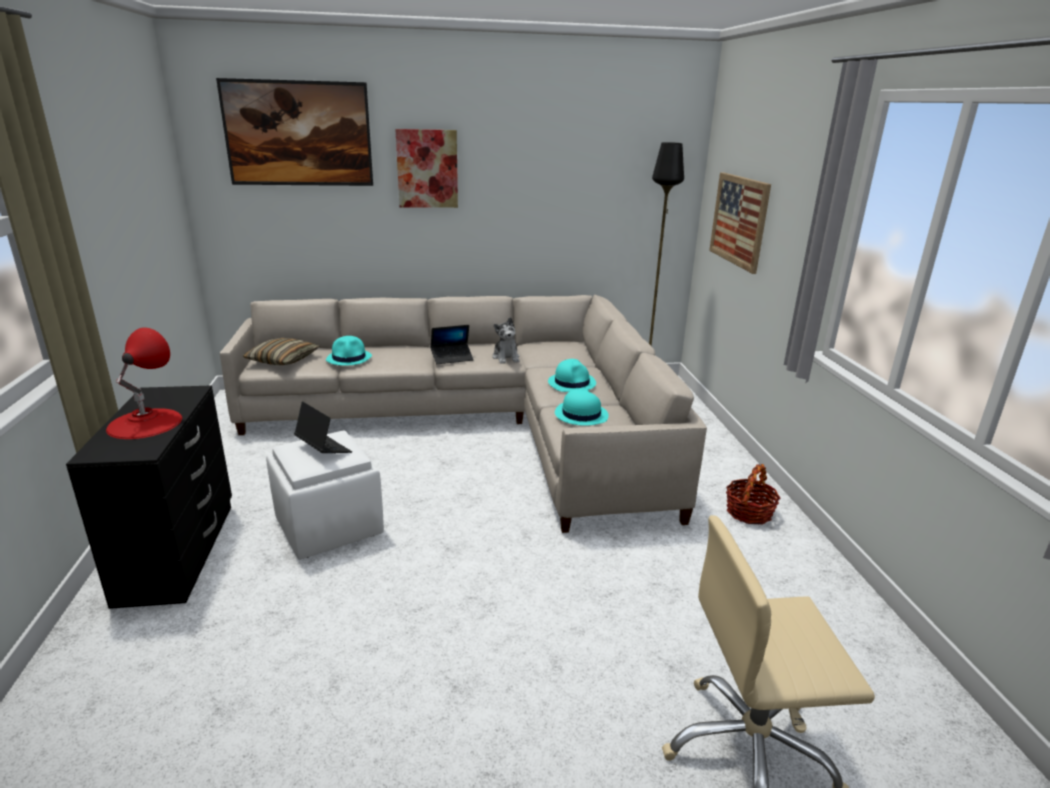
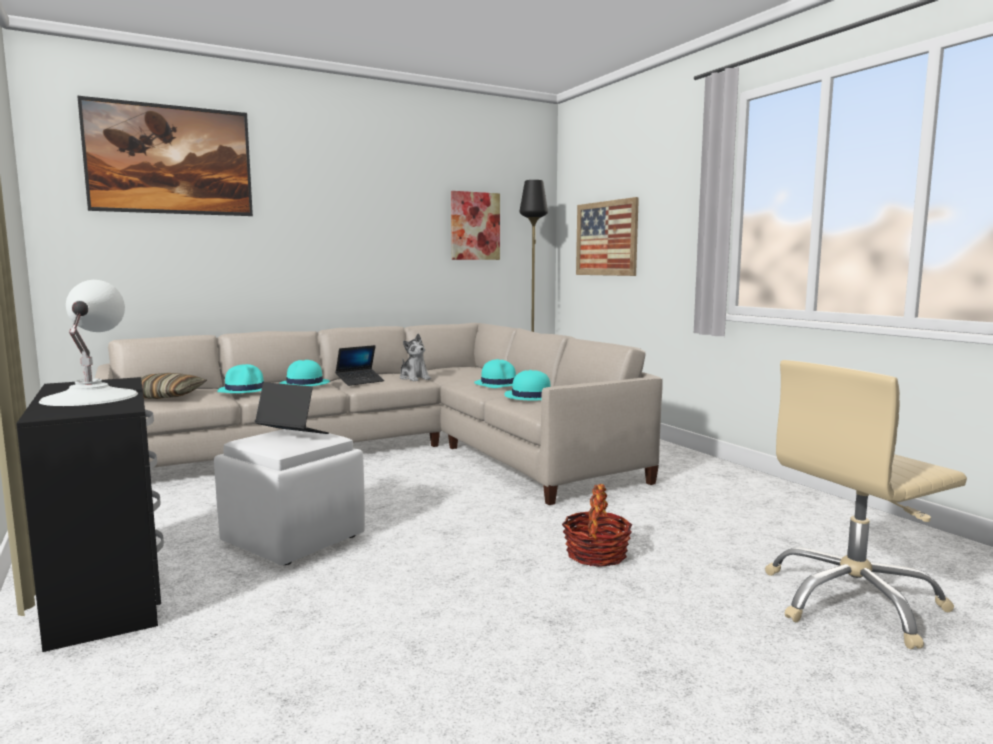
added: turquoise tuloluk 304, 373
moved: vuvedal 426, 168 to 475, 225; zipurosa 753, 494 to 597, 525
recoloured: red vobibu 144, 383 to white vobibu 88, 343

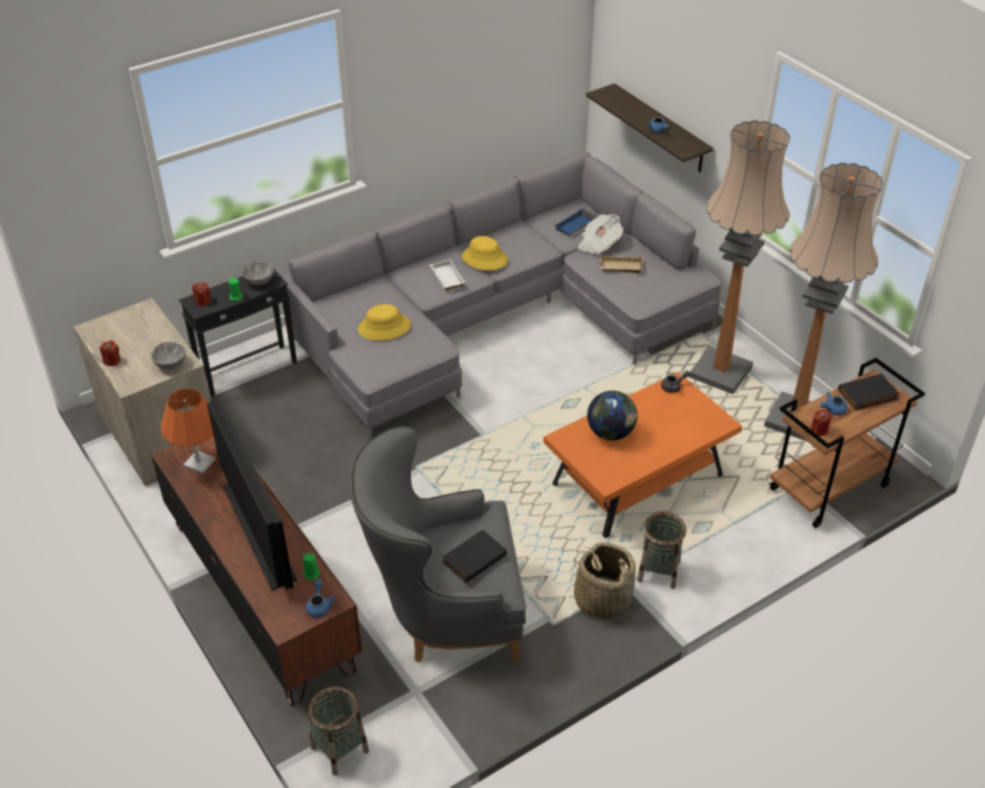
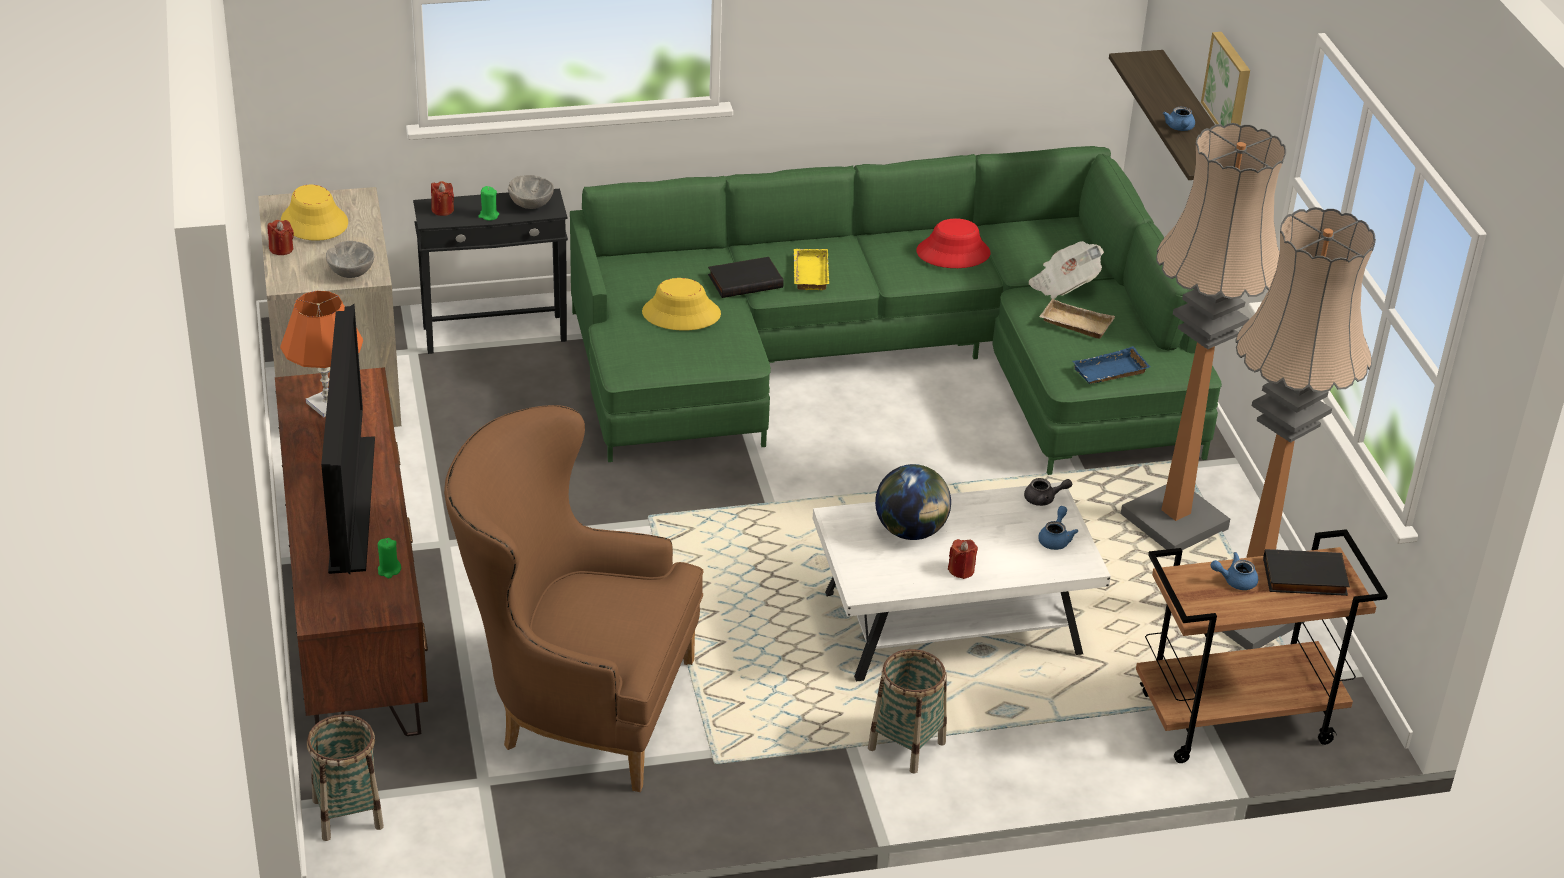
removed: zipurosa 604, 580
added: vuvedal 1225, 79; red tuloluk 953, 243
moved: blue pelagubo 576, 222 to 1111, 365; yellow tuloluk 485, 253 to 314, 213; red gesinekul 821, 422 to 963, 559; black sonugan 474, 556 to 746, 277; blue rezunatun 320, 598 to 1058, 528
recoloured: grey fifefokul 502, 295 to green fifefokul 896, 310; white pelagubo 447, 275 to yellow pelagubo 811, 269; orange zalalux 642, 455 to white zalalux 962, 582; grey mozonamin 438, 544 to brown mozonamin 574, 598

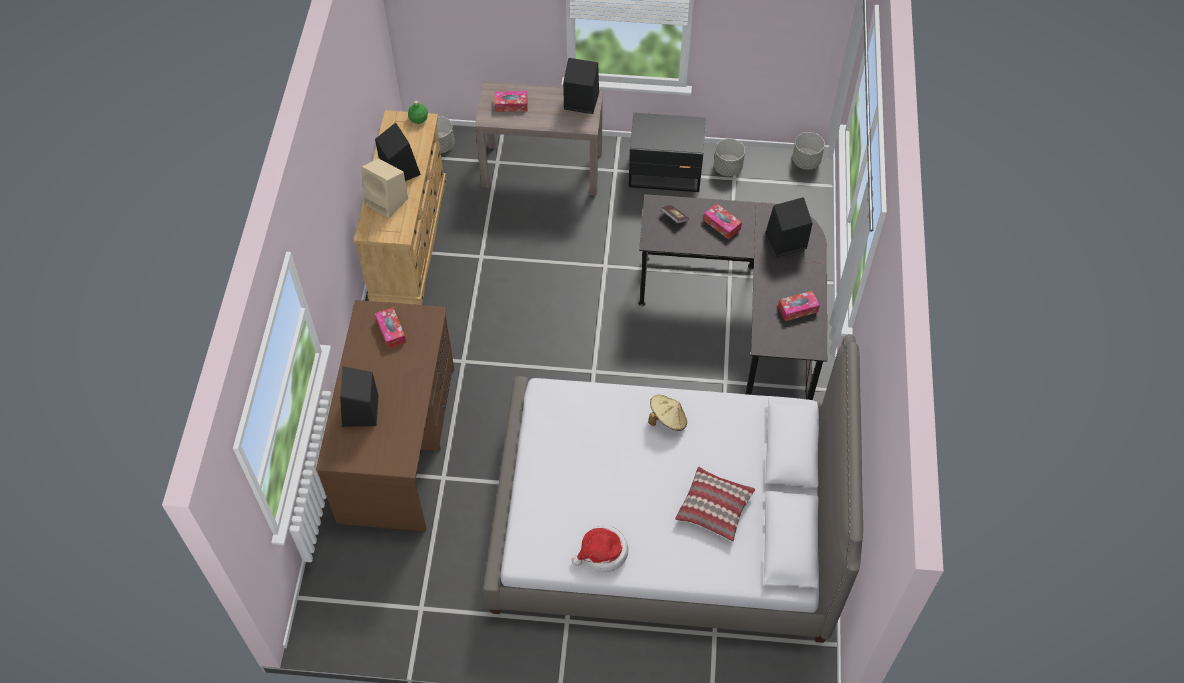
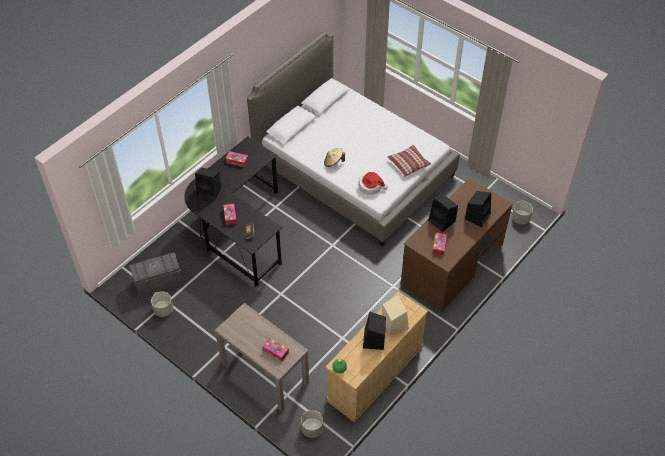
removed: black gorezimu 667, 152
added: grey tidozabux 156, 274
moved: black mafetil 581, 86 to 443, 213; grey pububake 808, 151 to 522, 212; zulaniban 715, 504 to 409, 161; tuloluk 600, 548 to 373, 183

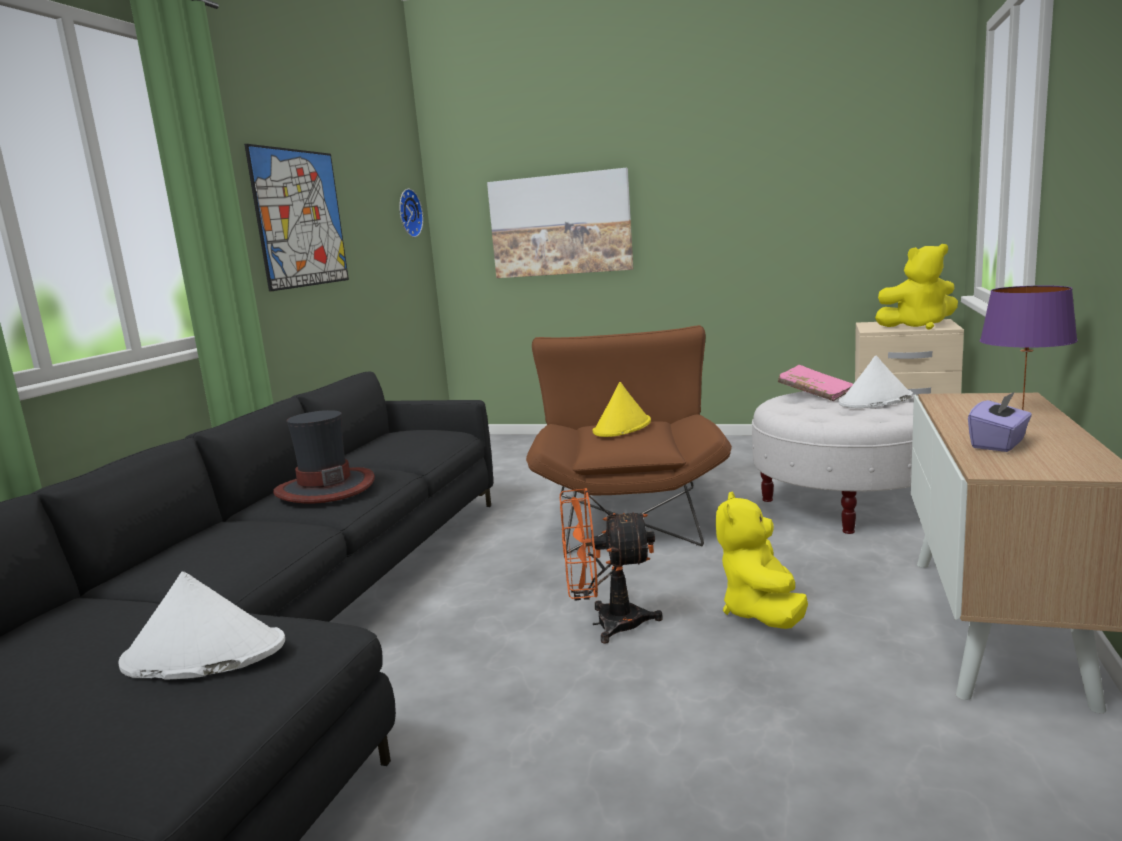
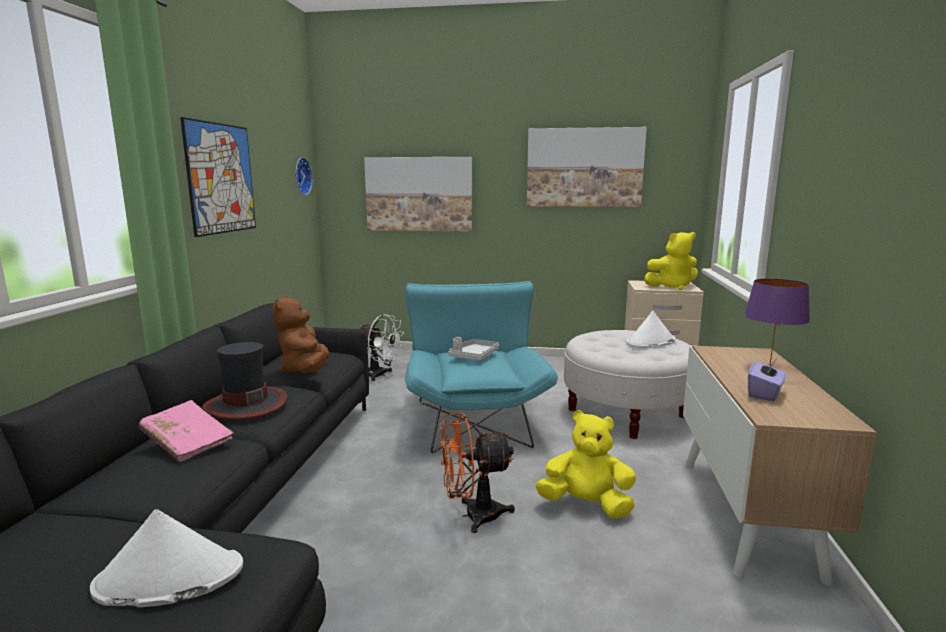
added: vuvedal 587, 167; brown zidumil 300, 334; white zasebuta 382, 347
moved: pink sonugan 815, 383 to 186, 431
replaced: yellow tuloluk 621, 409 to grey pelagubo 474, 348
recoloured: brown mozonamin 629, 439 to turquoise mozonamin 481, 367
turned: yellow zidumil 762, 560 = 585, 464 105 degrees clockwise

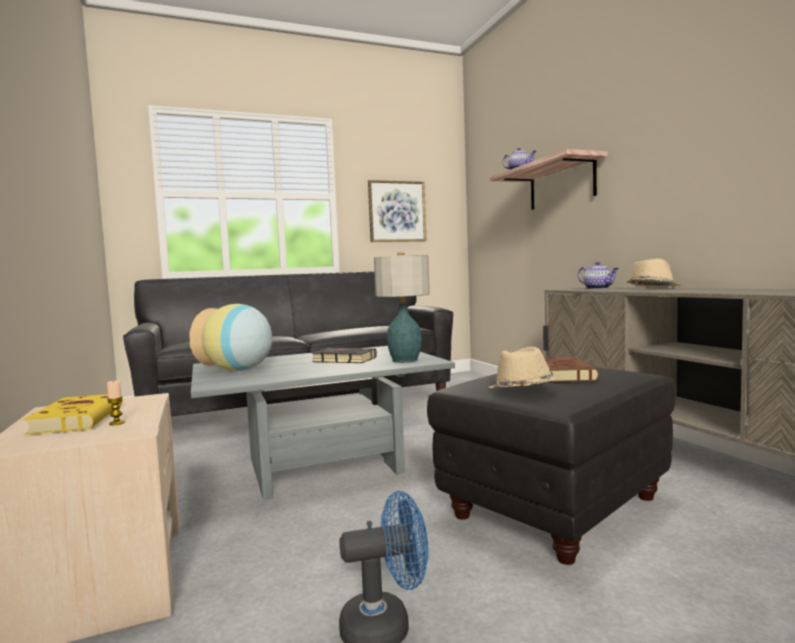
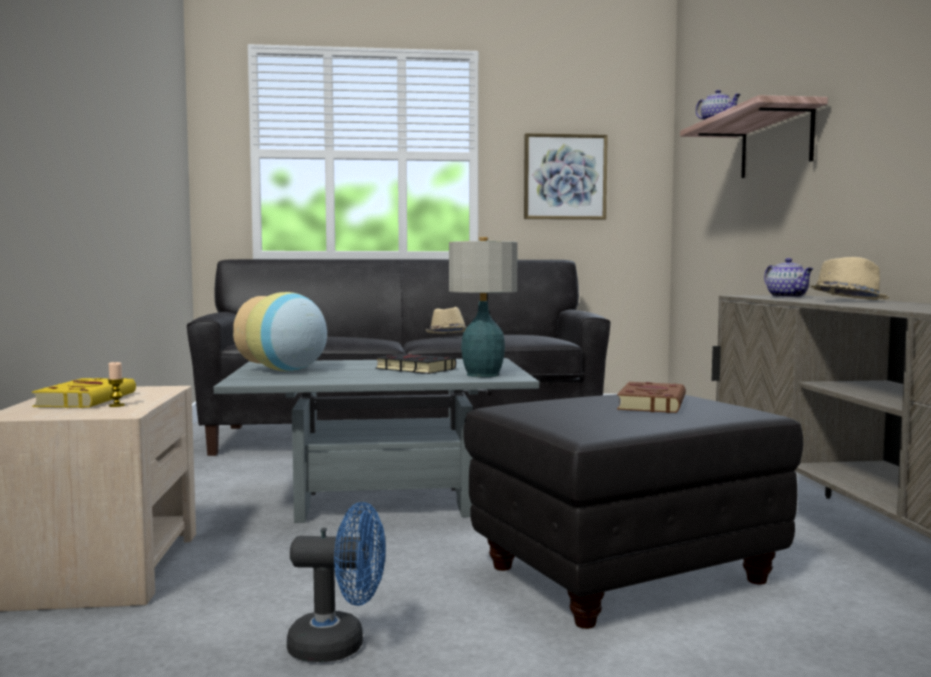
moved: beige tuloluk 523, 368 to 446, 320

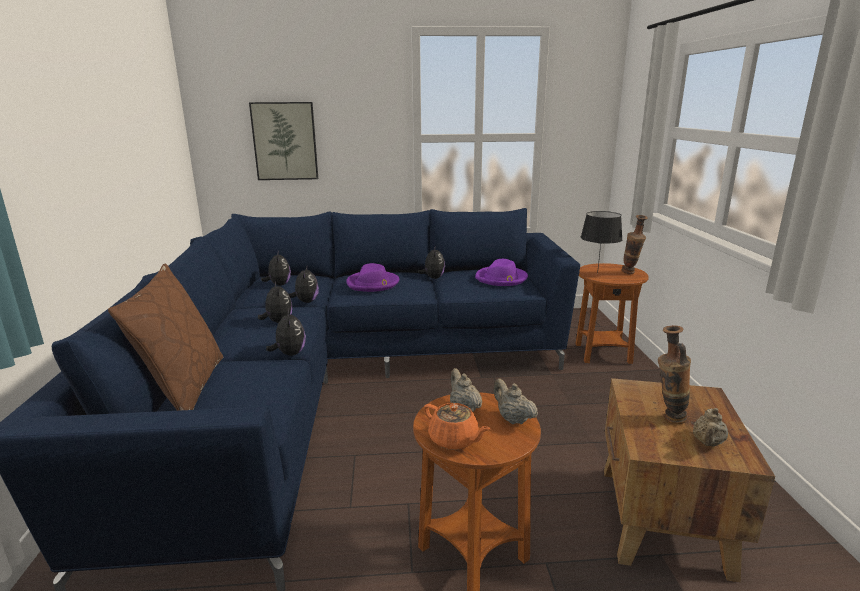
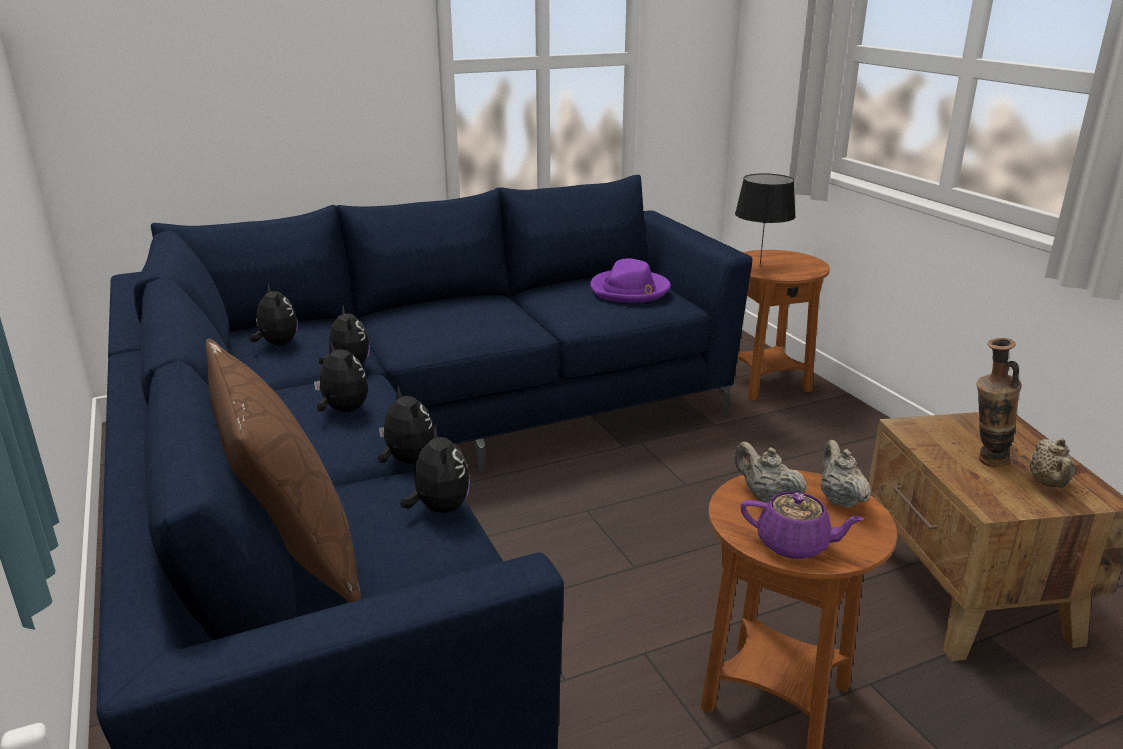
removed: vuvedal 283, 141; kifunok 635, 244; purple tuloluk 372, 277
moved: zidumil 431, 262 to 435, 469
recoloured: orange rezunatun 457, 426 to purple rezunatun 802, 525
turned: beige rezunatun 515, 401 = 846, 474 45 degrees clockwise

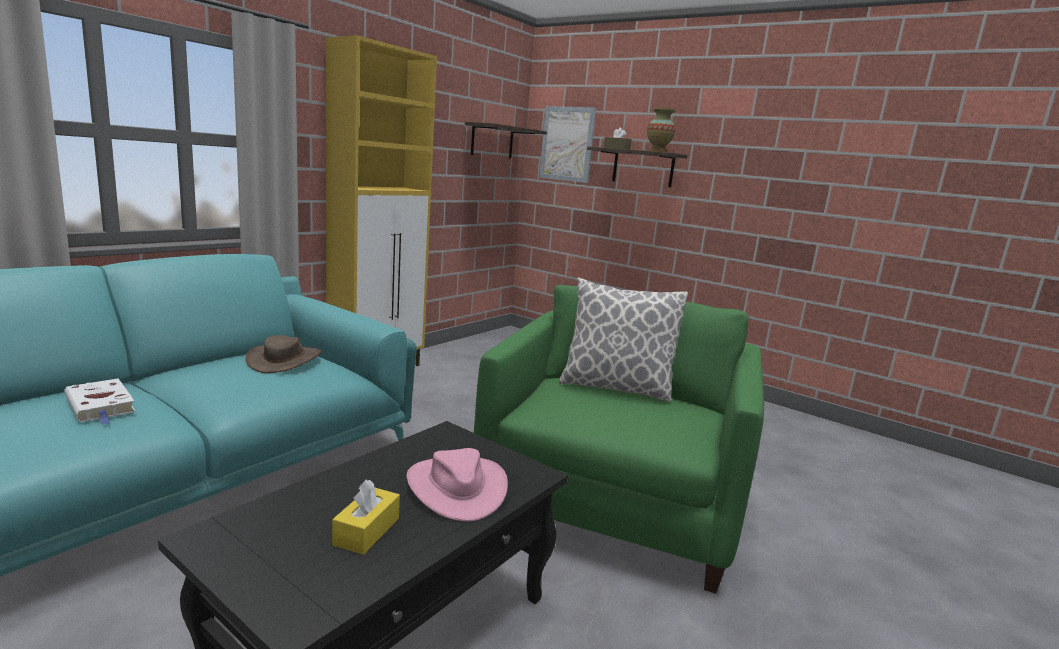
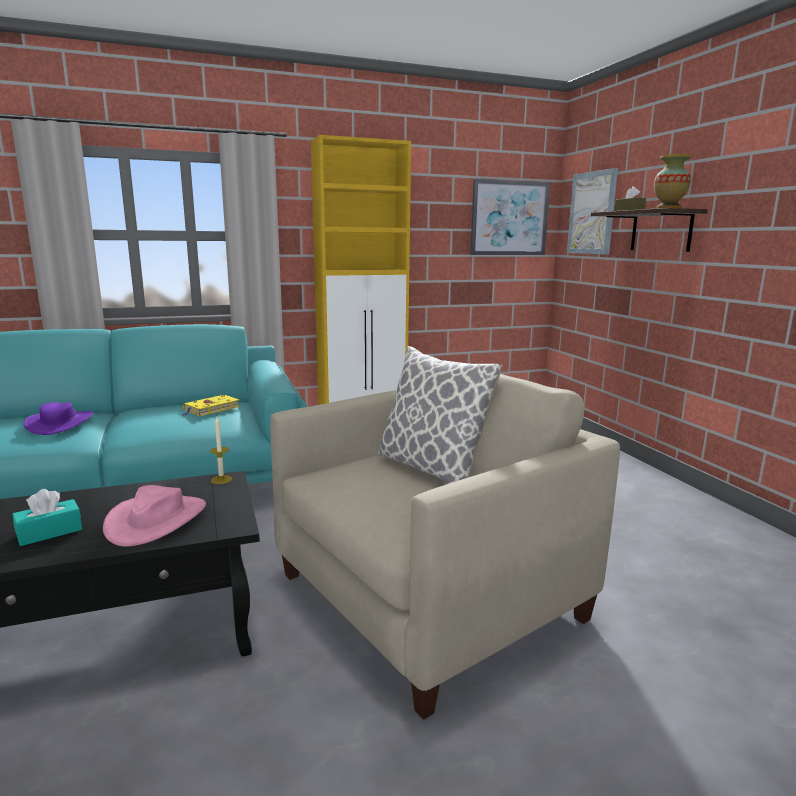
added: gesinekul 221, 450
replaced: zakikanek 506, 140 to vuvedal 510, 217; brown tuloluk 283, 354 to yellow sonugan 211, 405; white sonugan 100, 402 to purple tuloluk 58, 418
recoloured: green mozonamin 619, 439 to beige mozonamin 445, 547; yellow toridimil 366, 517 to turquoise toridimil 47, 517

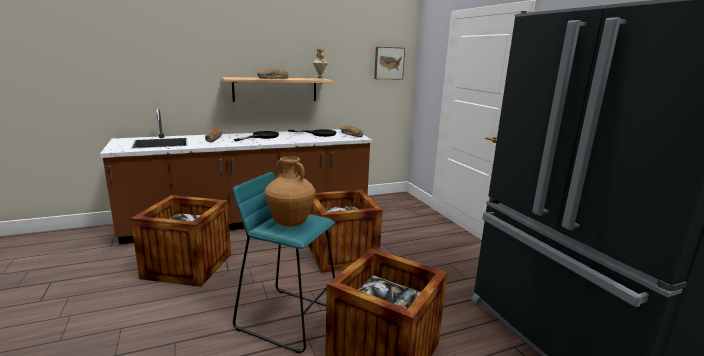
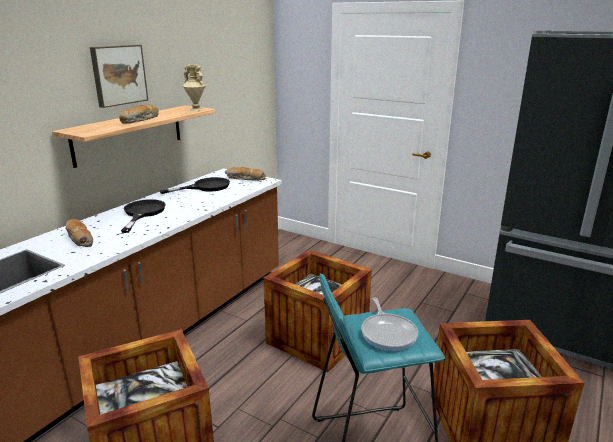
moved: vuvedal 389, 63 to 119, 76
replaced: brown kifunok 290, 191 to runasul 389, 324

